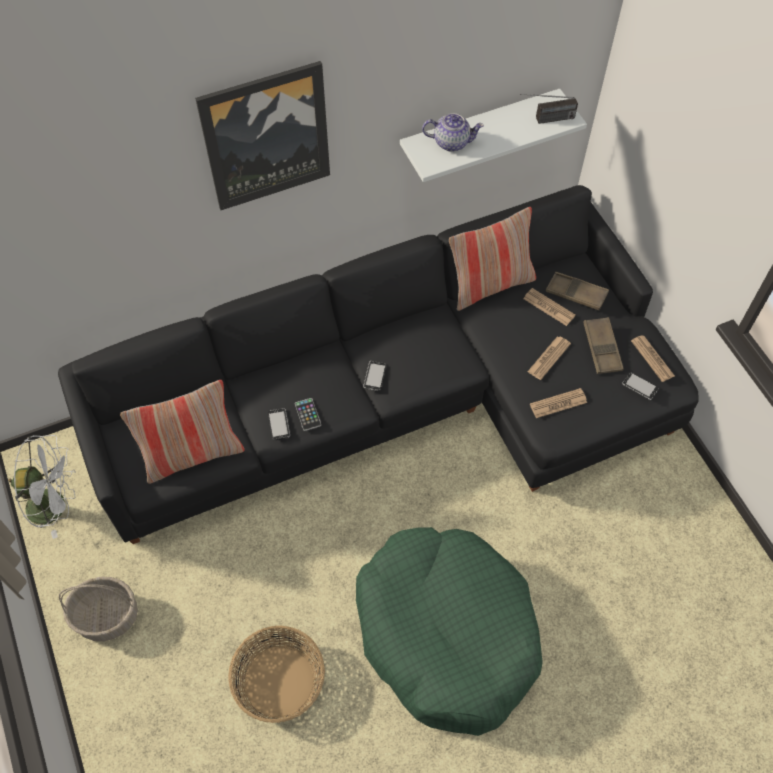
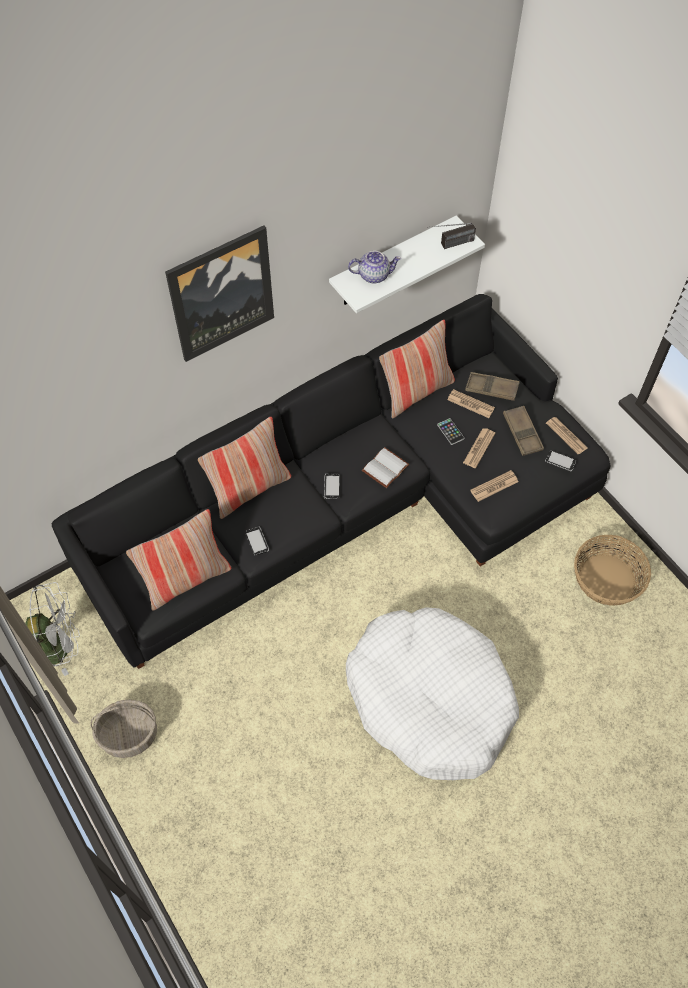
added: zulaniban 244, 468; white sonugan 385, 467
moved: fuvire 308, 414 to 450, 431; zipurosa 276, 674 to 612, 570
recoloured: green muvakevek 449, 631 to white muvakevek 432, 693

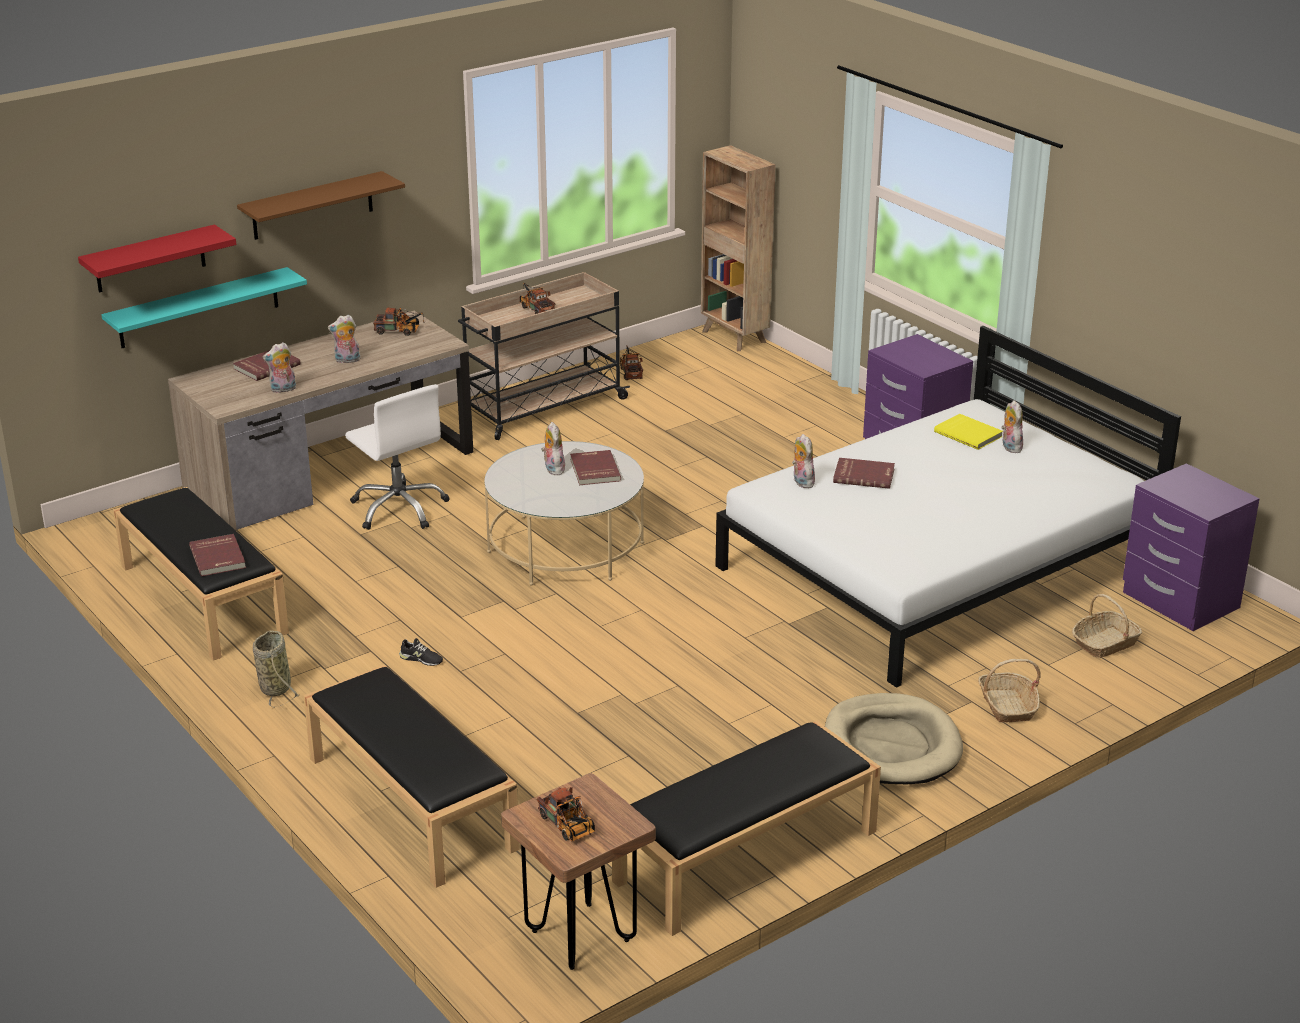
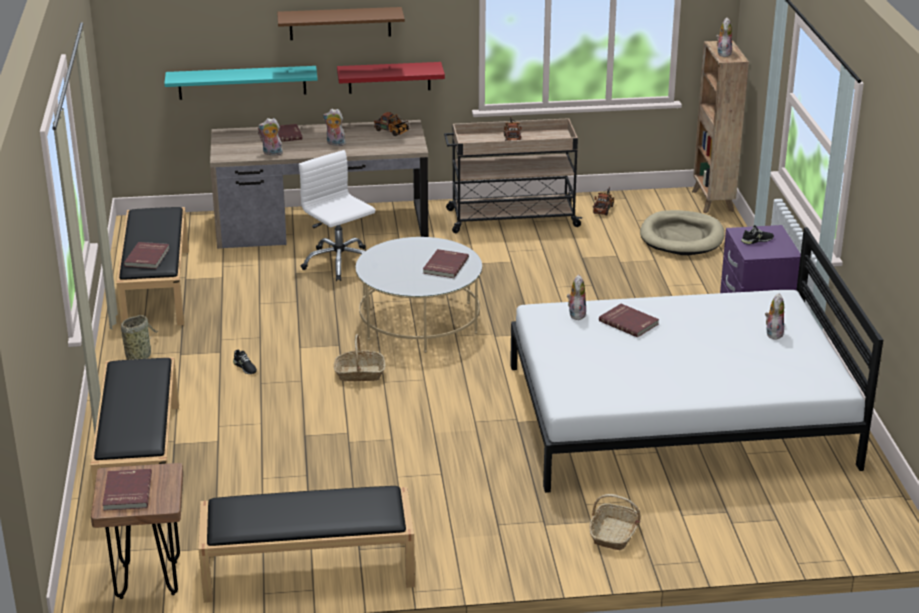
removed: yellow sonugan 968, 432; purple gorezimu 1191, 547
added: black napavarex 757, 235
moved: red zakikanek 157, 258 to 391, 78; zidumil 553, 448 to 724, 37; zipurosa 1107, 626 to 359, 357; beige muvakevek 894, 738 to 682, 232
replaced: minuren 566, 814 to red sonugan 127, 490
turned: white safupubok 397, 457 = 337, 215 150 degrees clockwise

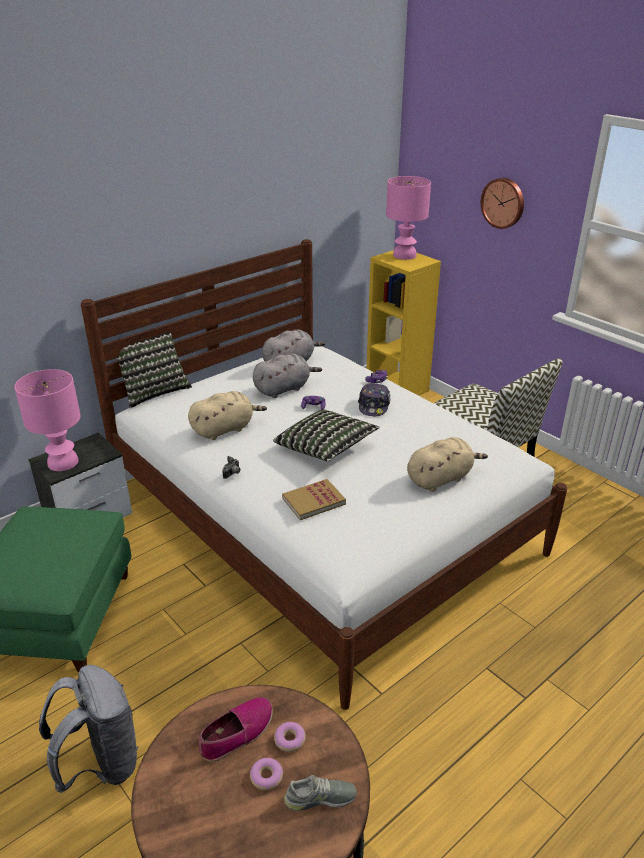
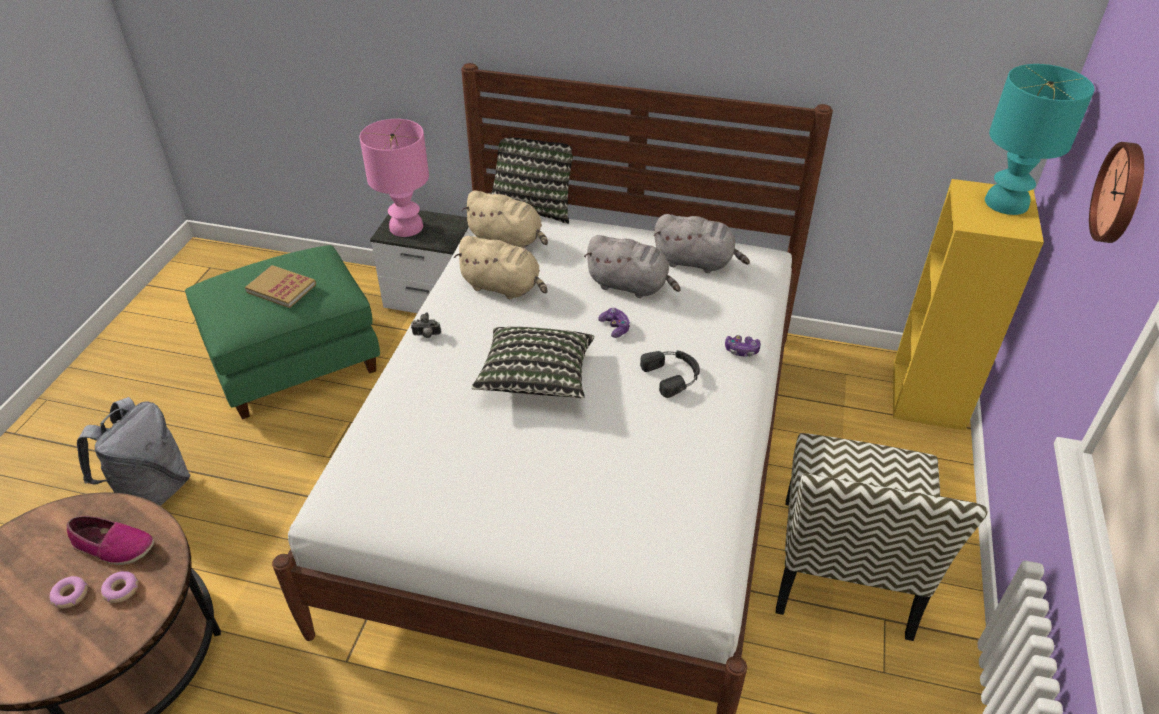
removed: grey napavarex 320, 793
moved: beige zidumil 447, 464 to 505, 219; sonugan 314, 499 to 280, 286
replaced: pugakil 374, 399 to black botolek 670, 374
recoloured: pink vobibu 408, 218 to turquoise vobibu 1039, 139

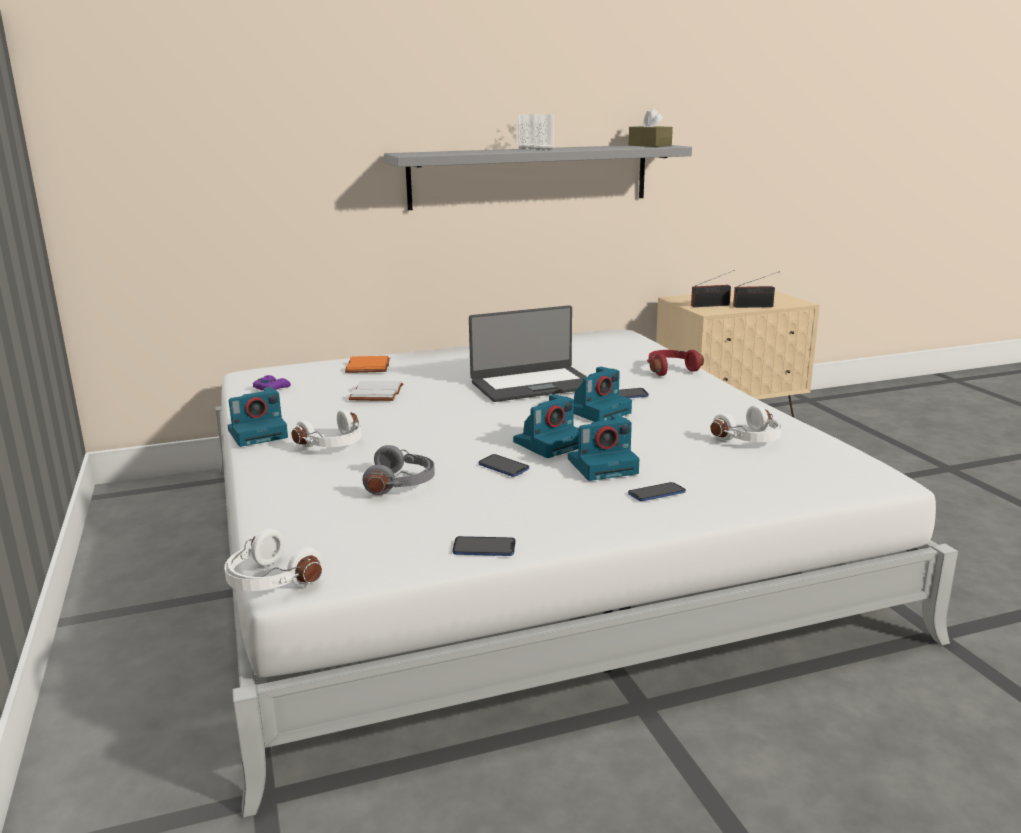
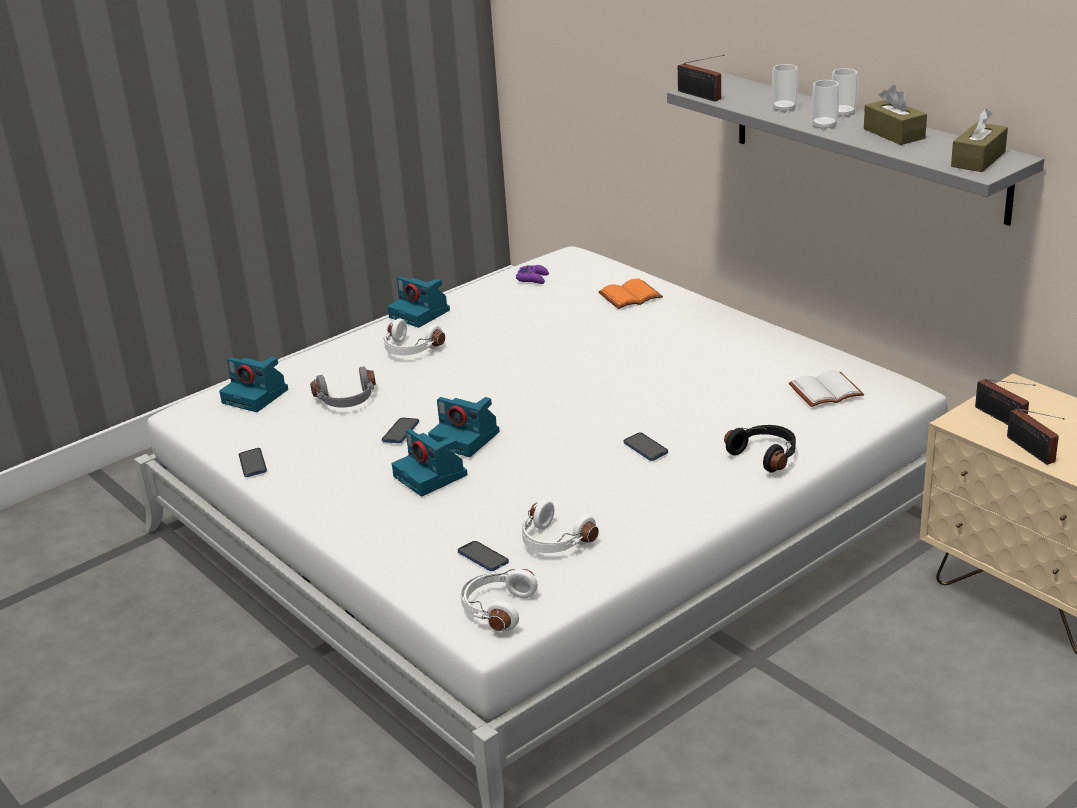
removed: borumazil 528, 353
added: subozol 701, 78; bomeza 785, 88; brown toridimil 895, 115
moved: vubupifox 603, 394 to 253, 384; white sonugan 376, 391 to 826, 388; fuvire 657, 491 to 483, 556; white botolek 273, 559 to 499, 600
recoloured: red botolek 675, 363 to black botolek 760, 449

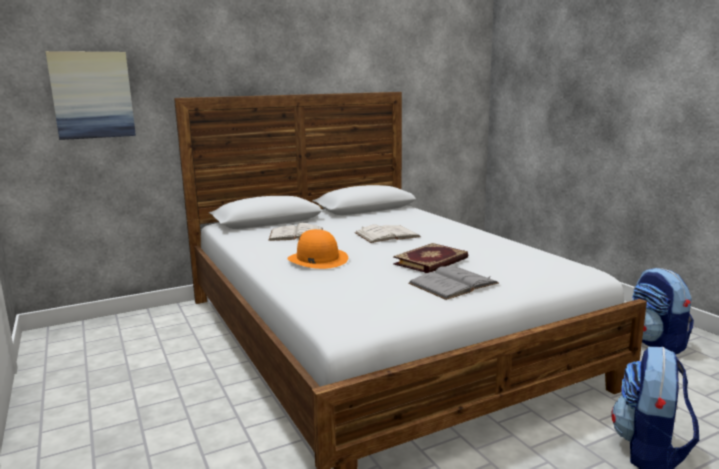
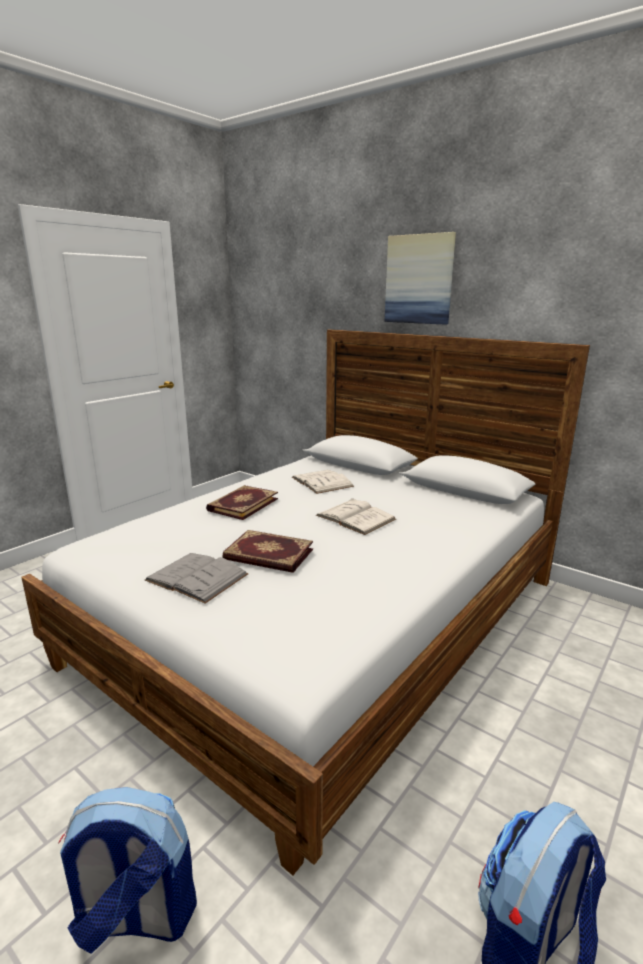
moved: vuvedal 91, 95 to 420, 278
replaced: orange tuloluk 317, 249 to sonugan 242, 502

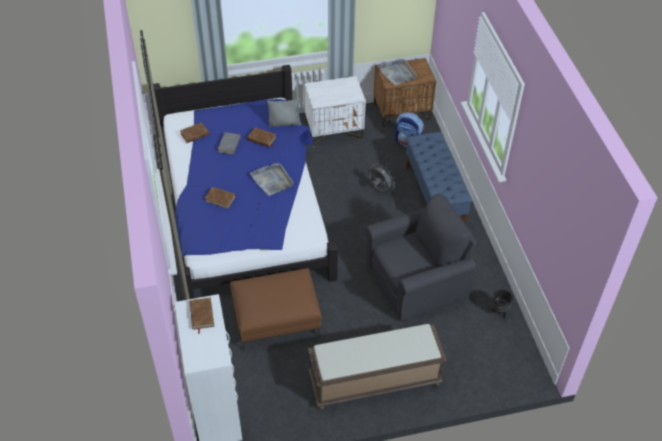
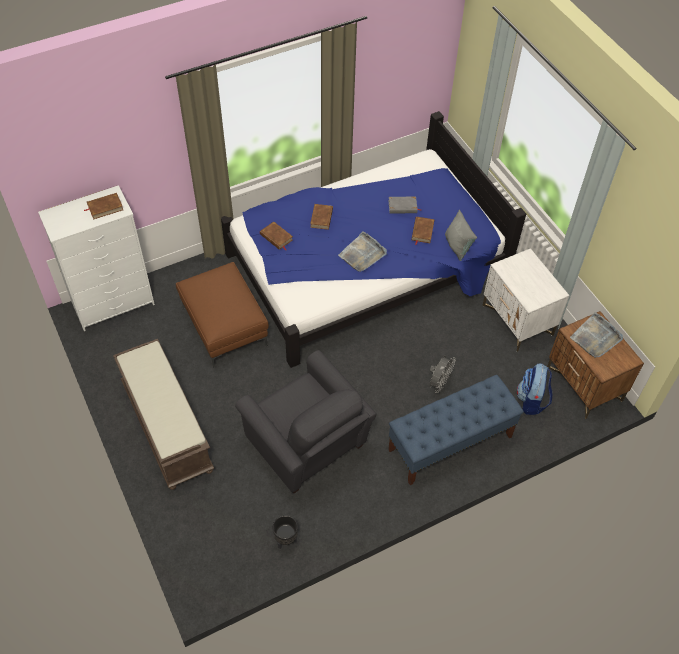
moved: brown sonugan 196, 132 to 276, 236

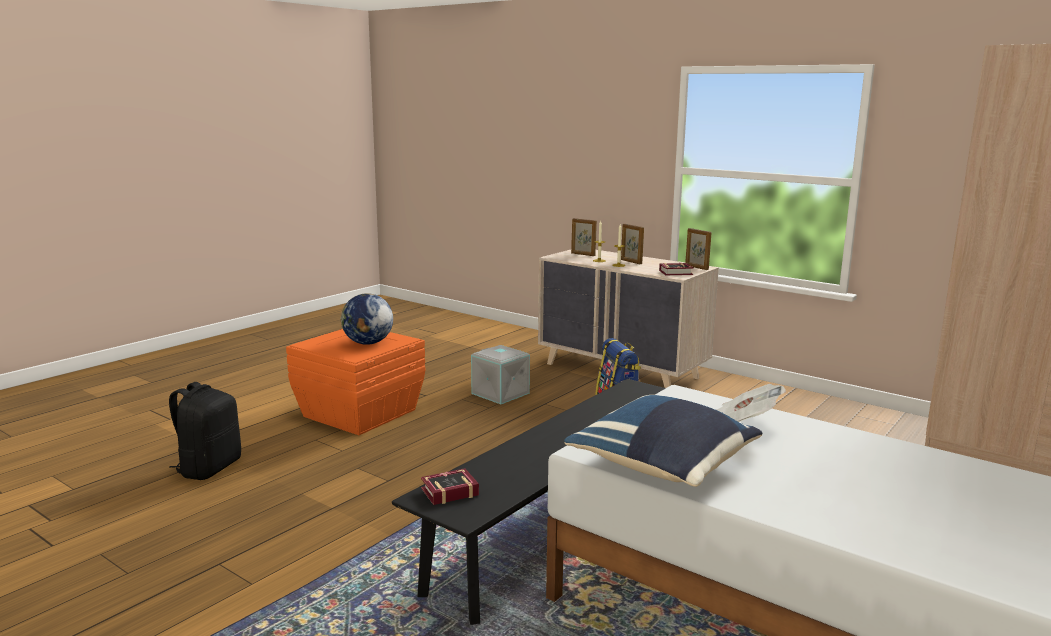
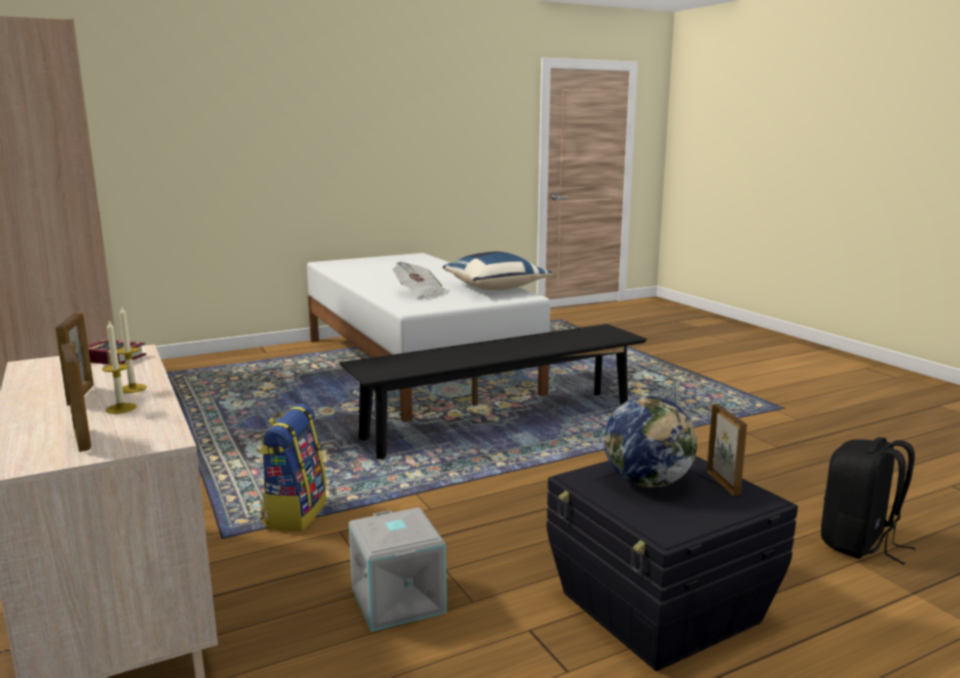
removed: sonugan 450, 487
moved: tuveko 698, 249 to 727, 450
recoloured: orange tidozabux 355, 382 to black tidozabux 672, 563

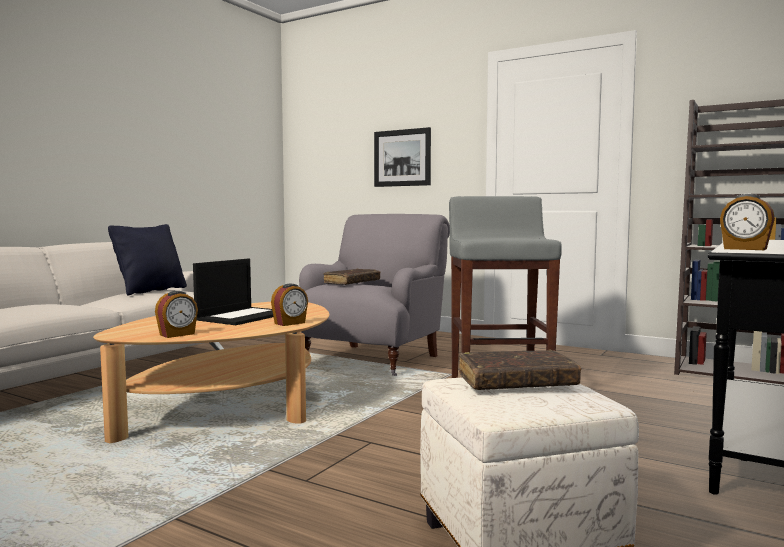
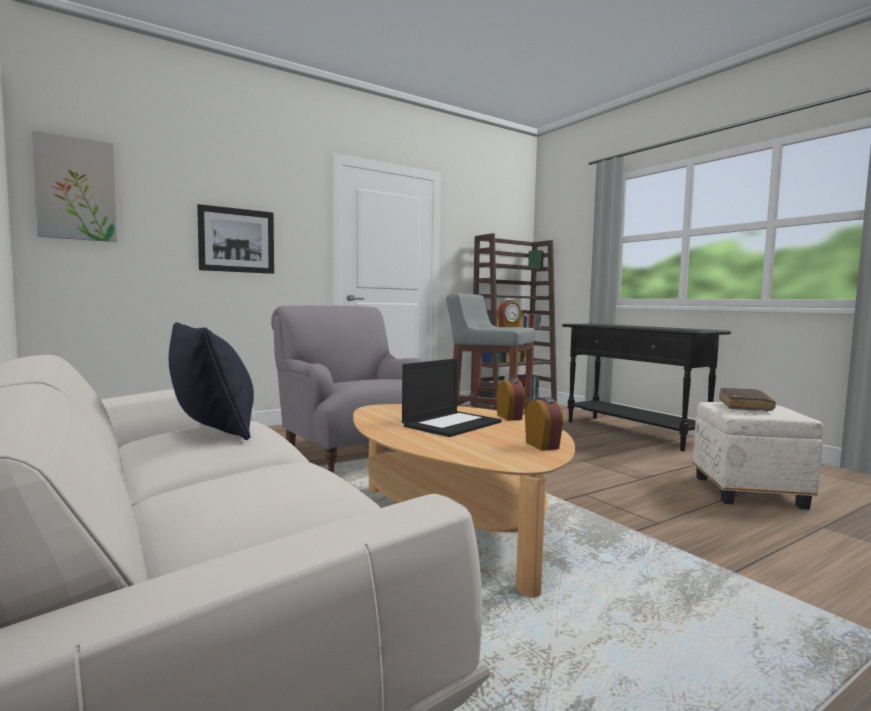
removed: brown sonugan 351, 277
added: vuvedal 74, 186
moved: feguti 747, 222 to 509, 313
turned: borumazil 233, 292 = 452, 397 75 degrees clockwise

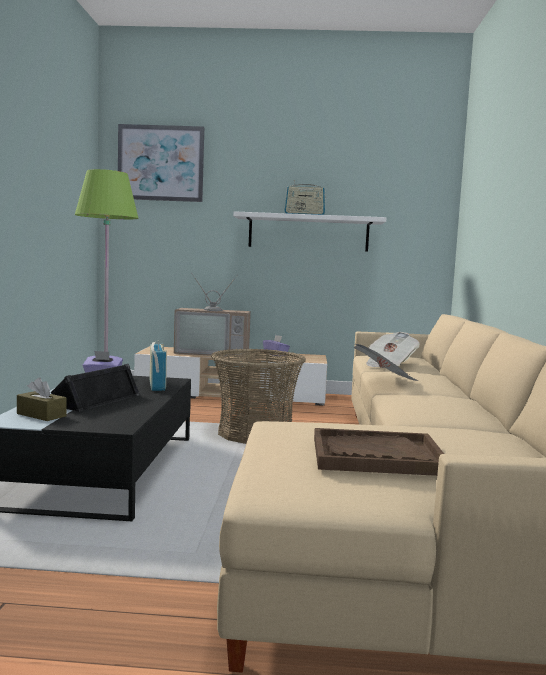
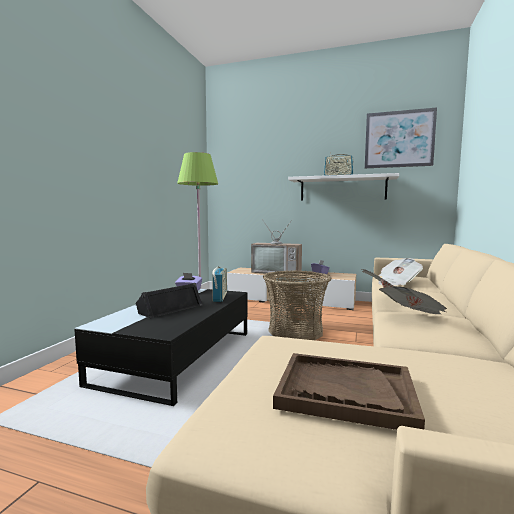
removed: brown toridimil 41, 399
added: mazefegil 412, 300
moved: vuvedal 161, 163 to 401, 137

